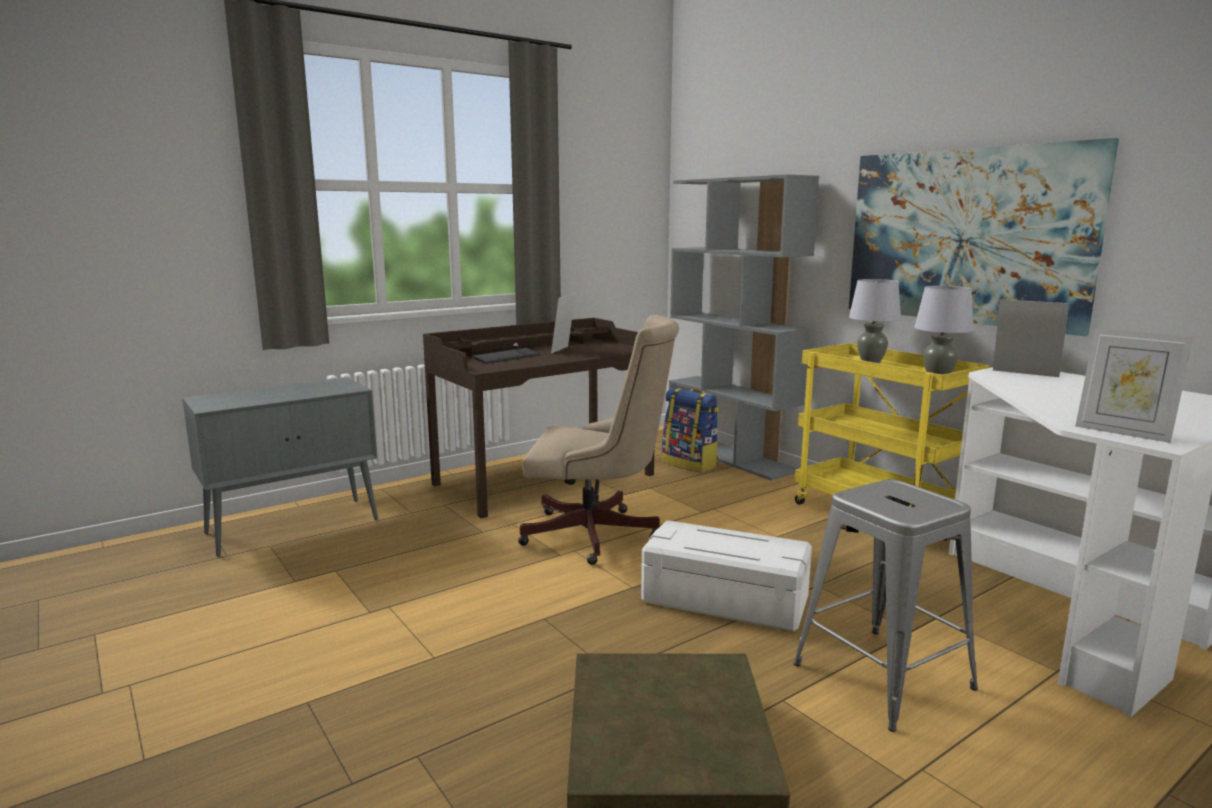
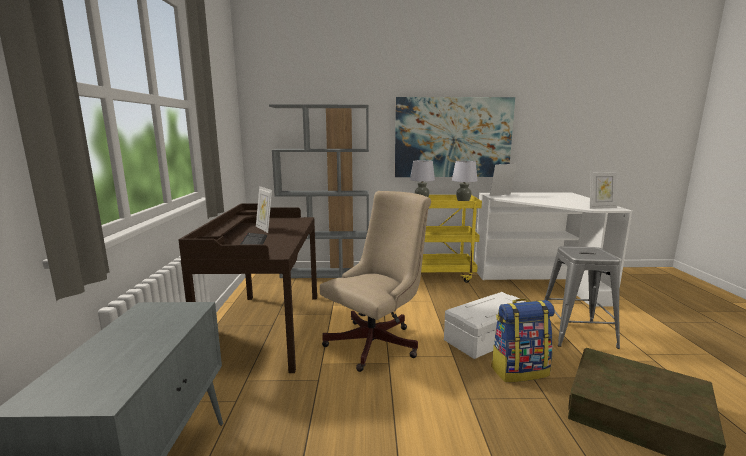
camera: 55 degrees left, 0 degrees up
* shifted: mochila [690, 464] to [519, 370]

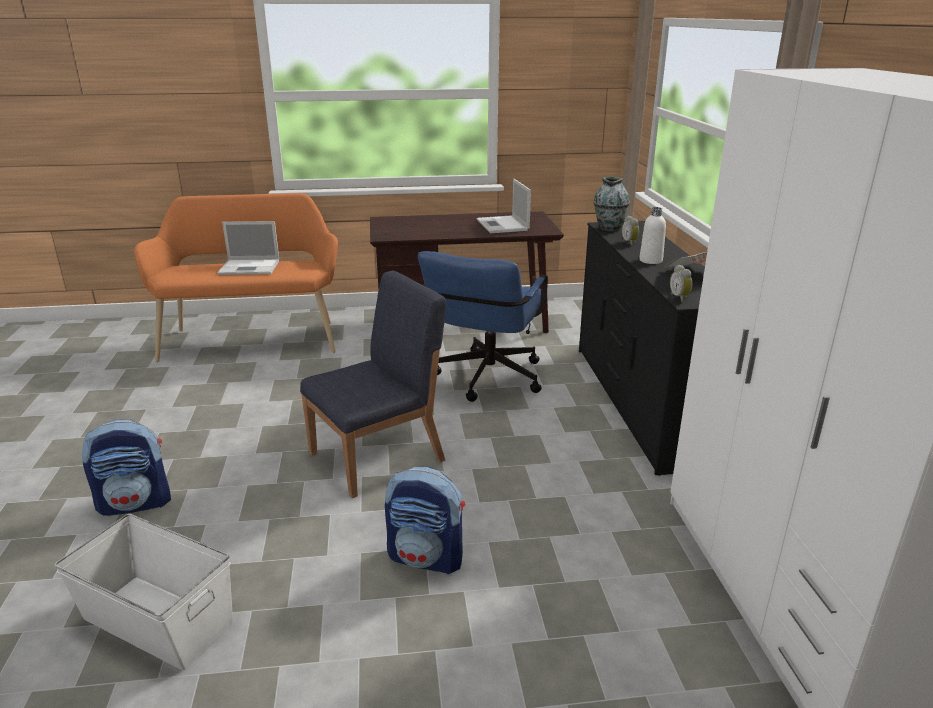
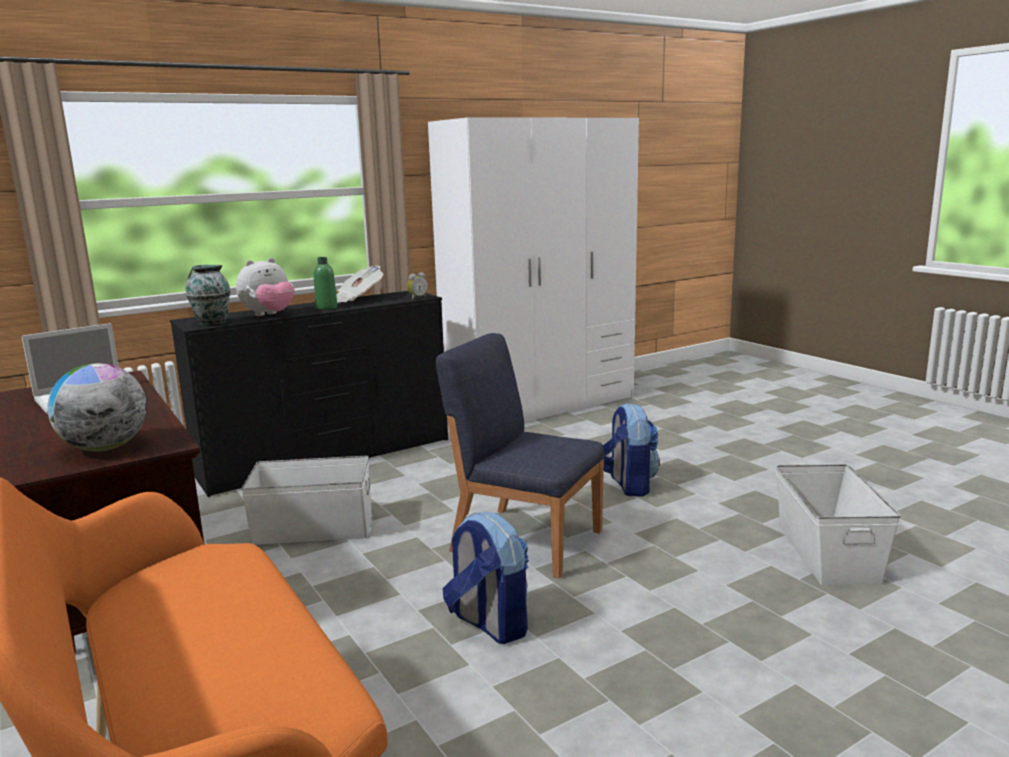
camera: 115 degrees left, 10 degrees down
* shifted: mochila [136, 503] to [489, 624]
* gone: portátil [250, 267]
* swapped: silla de oficina [azul] [485, 381] to caja de almacenaje [blanco] [314, 529]
* swapped: despertador [630, 243] to peluche [269, 315]
* repainted: botella [blanco] [650, 260] to botella [verde] [326, 308]
* new: globo terráqueo [105, 448]

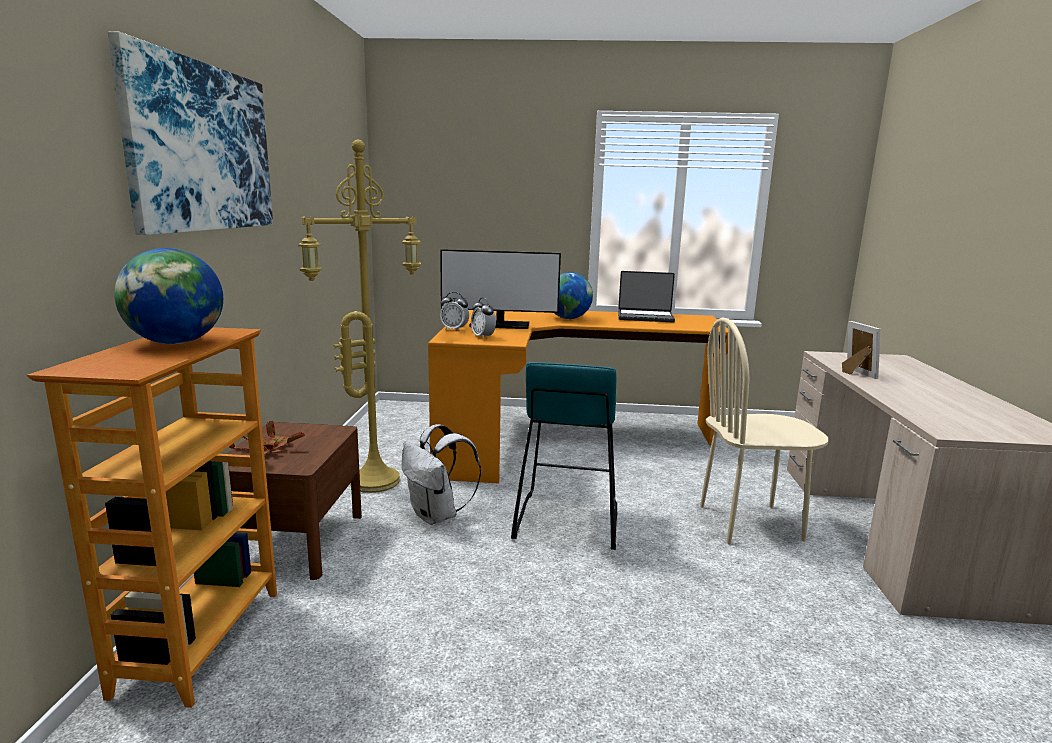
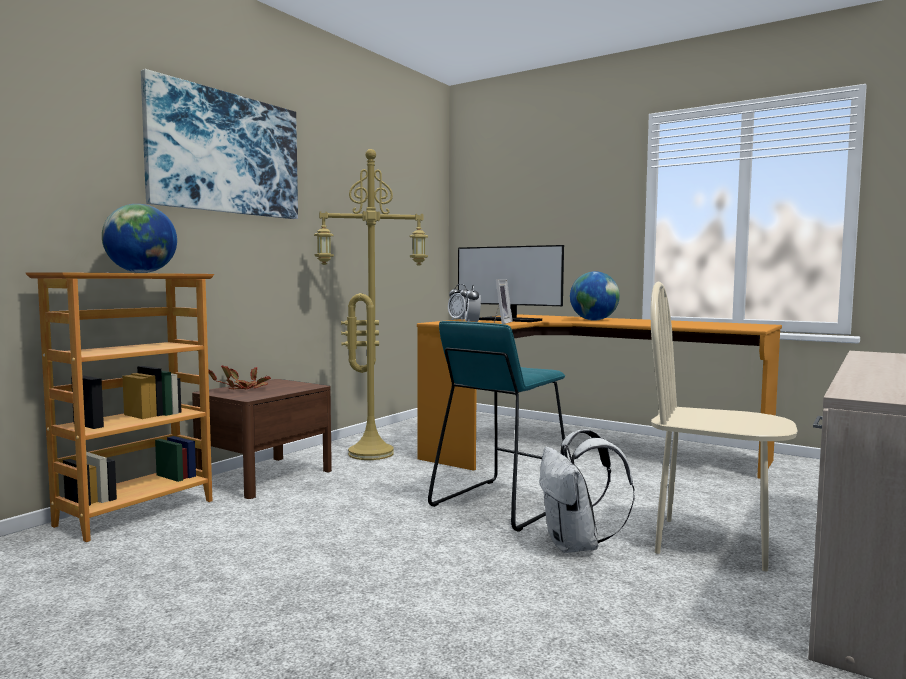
camera: 30 degrees right, 10 degrees down
* shifted: mochila [blanco] [437, 515] to [576, 545]
* gone: portátil [645, 317]
* shifted: portarretratos [855, 373] to [500, 323]

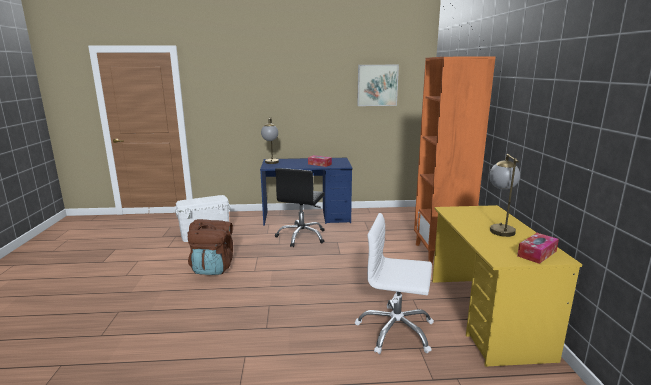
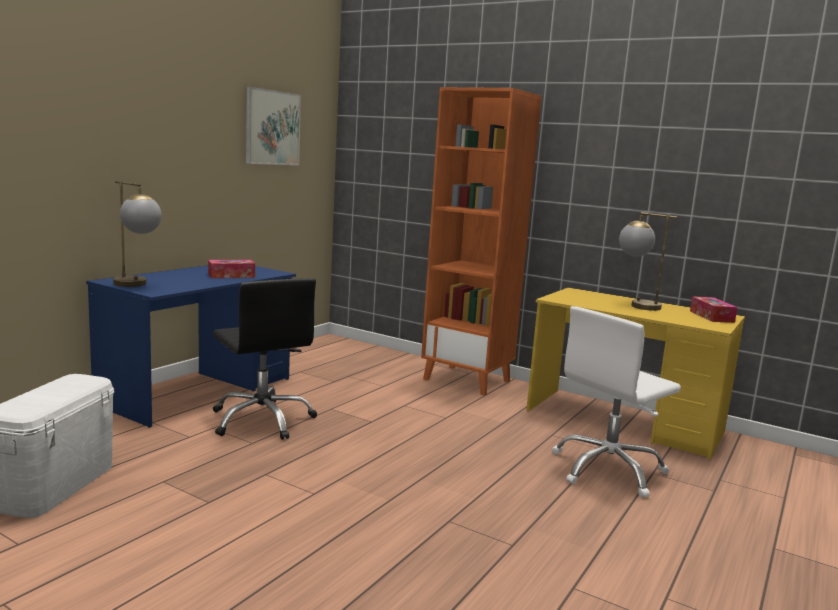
camera: 55 degrees left, 5 degrees down
* gone: mochila [marrón] [213, 268]

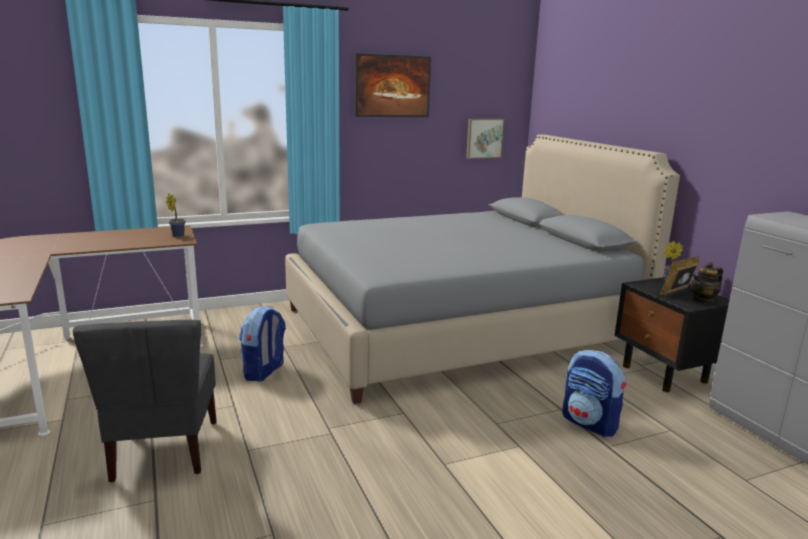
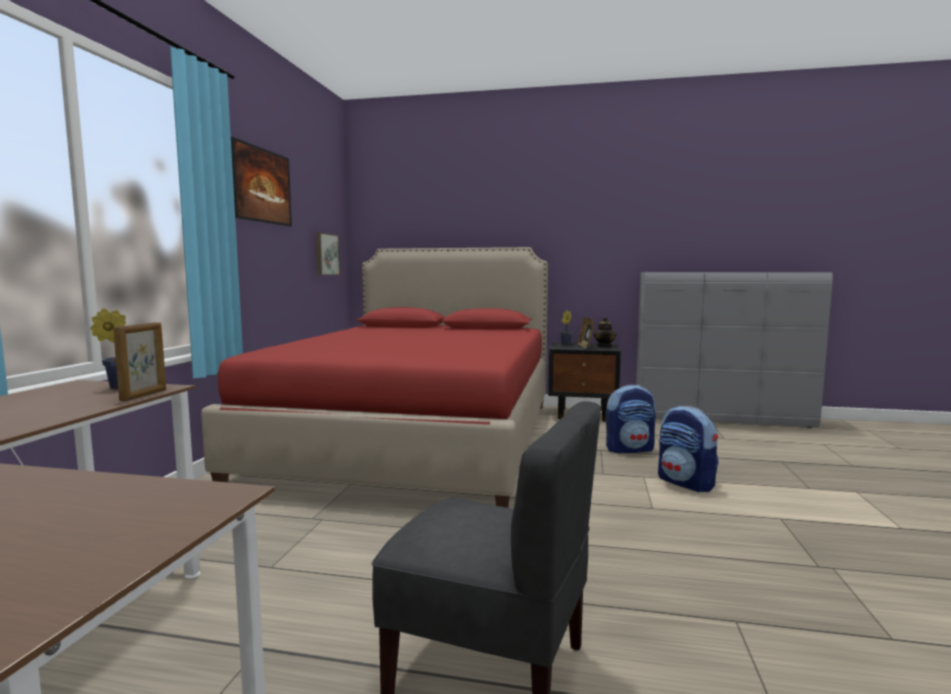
camera: 55 degrees left, 10 degrees down
* shifted: mochila [264, 372] to [686, 483]
* repainted: cama [gris] [458, 327] to cama [rojo] [417, 439]
* new: portarretratos [144, 395]

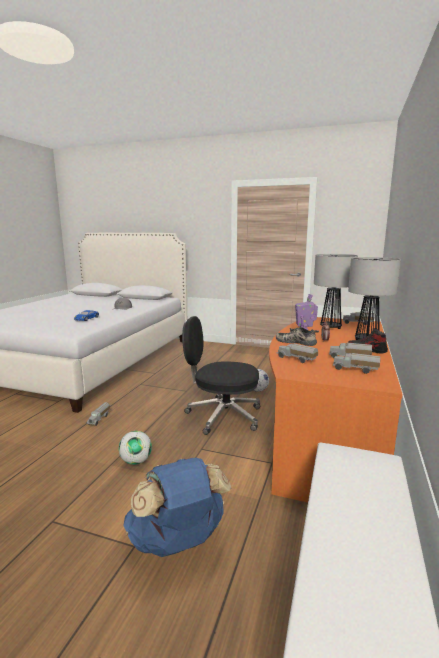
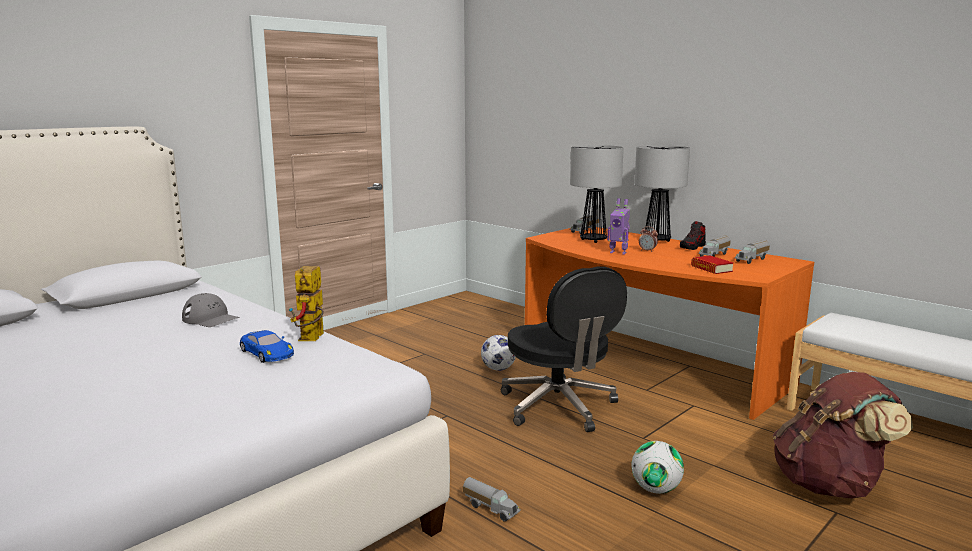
camera: 65 degrees left, 0 degrees up
* repainted: mochila [azul] [177, 542] to mochila [marrón] [829, 485]
* rotated: silla de oficina [negro] [222, 416] = [559, 407] 60 degrees counterclockwise
* gone: zapato [296, 342]
* swapped: camión de juguete [296, 359] to libro [711, 269]
* new: robot de juguete [312, 339]

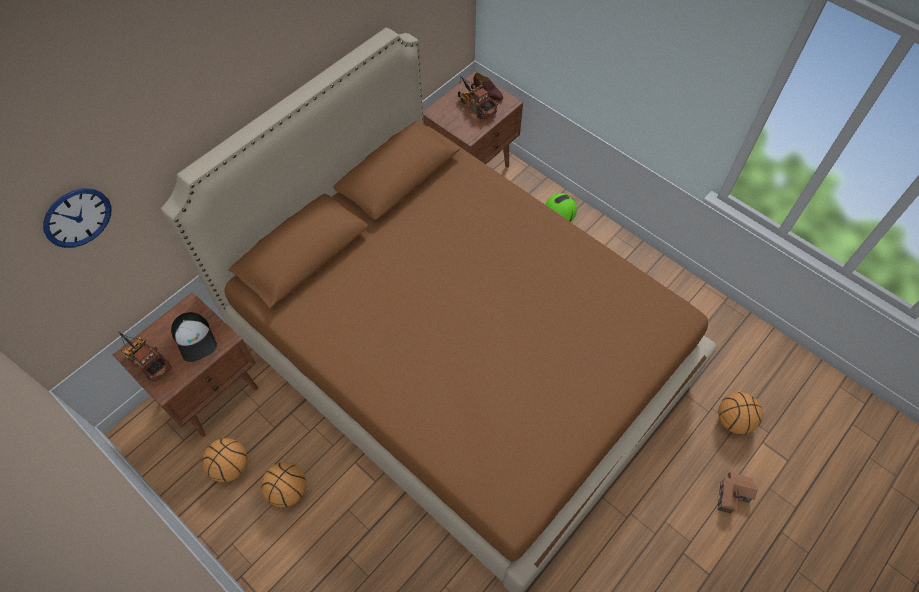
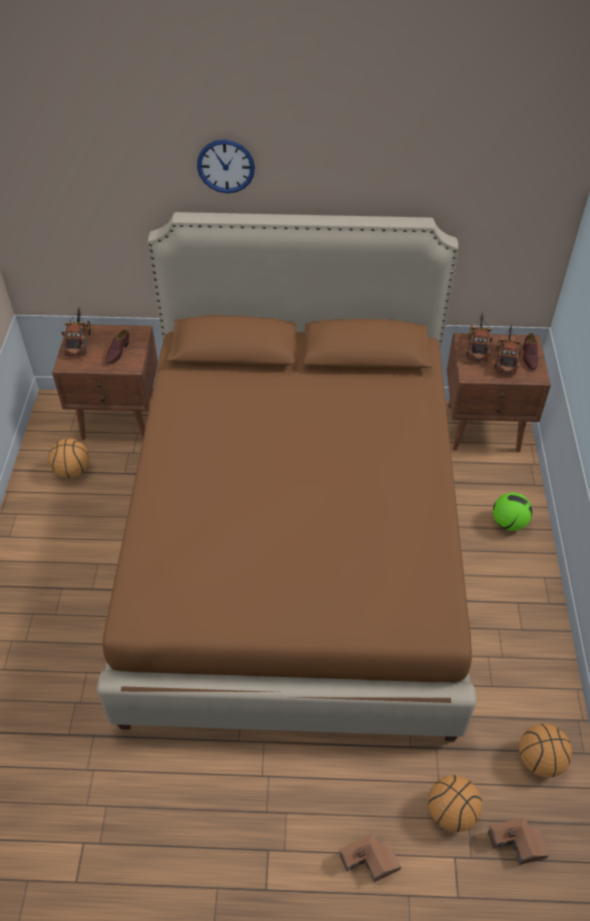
camera: 50 degrees right, 10 degrees down
* shifted: reloj de pared [77, 217] to [226, 166]
* swapped: gorra [195, 338] to zapato [marrón] [117, 352]
* shifted: balón de baloncesto [289, 490] to [540, 760]
* new: camión de juguete [478, 346]
* new: casita [516, 844]

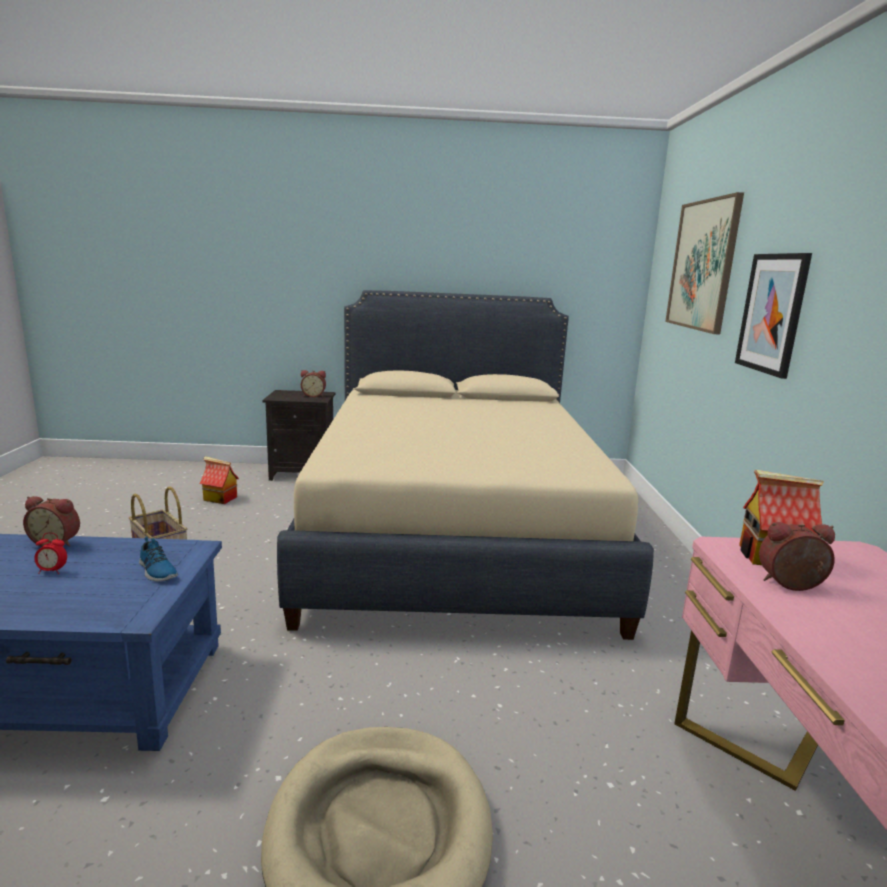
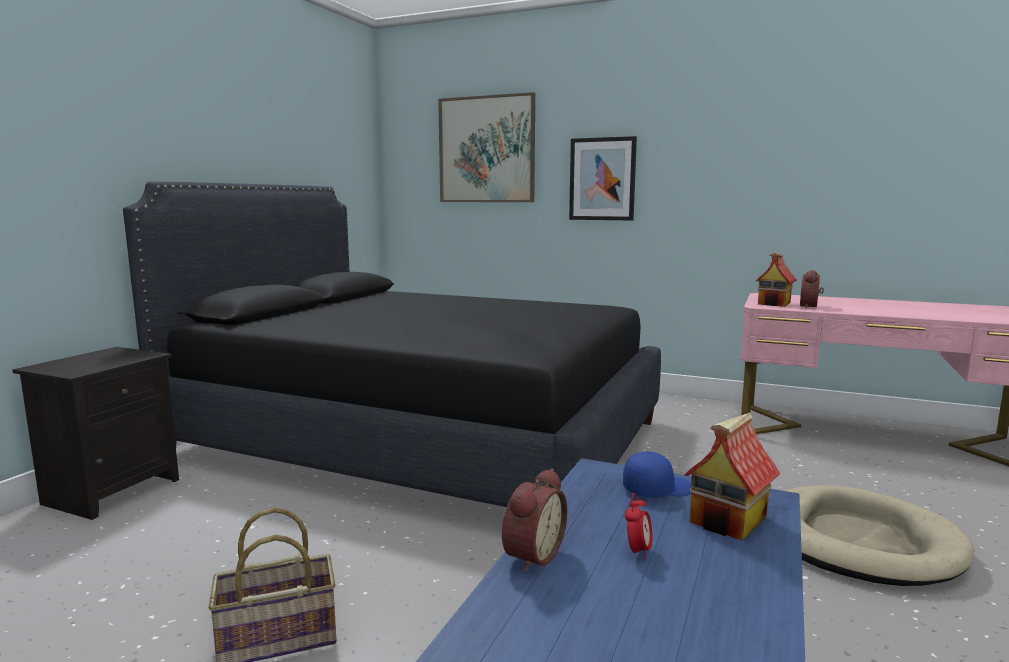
camera: 65 degrees left, 5 degrees down
* swapped: zapato [157, 571] to gorra [azul] [656, 489]
* shifted: casita [219, 498] to [729, 520]
* repainted: cama [beis] [454, 531] to cama [negro] [423, 439]
* gone: despertador [313, 395]

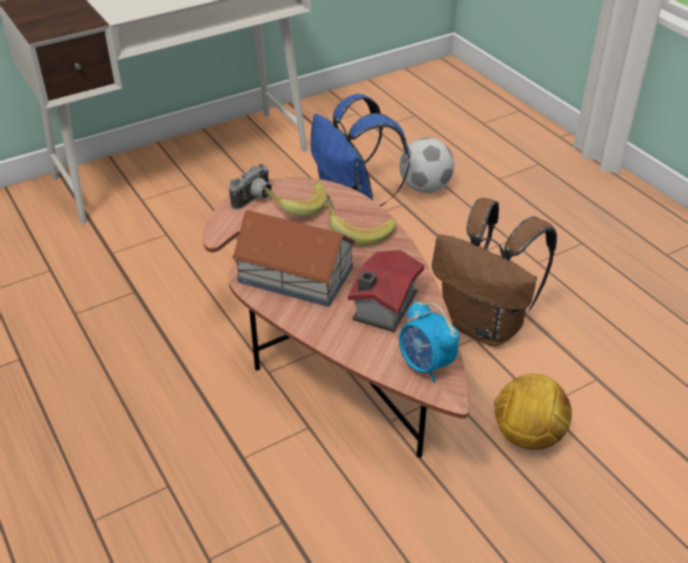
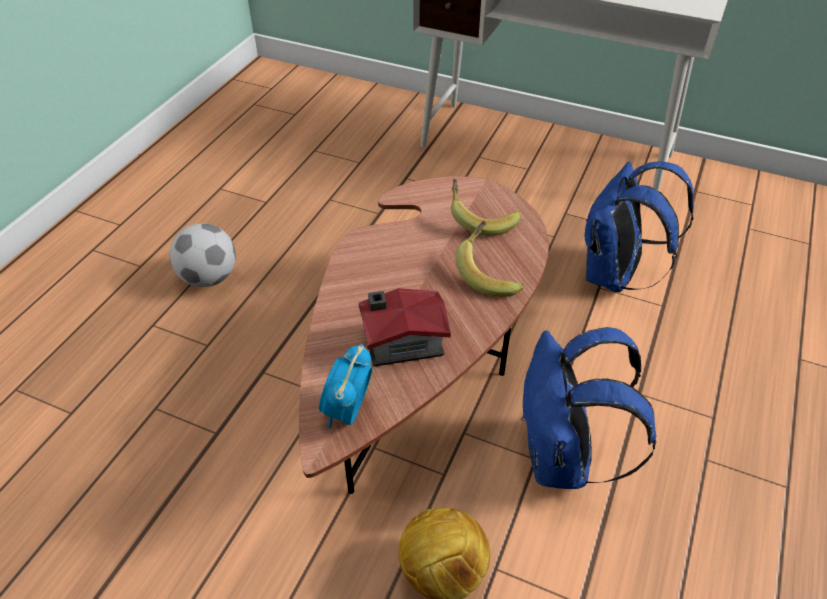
camera: 55 degrees right, 5 degrees up
* gone: cámara [255, 199]
* gone: casita [295, 274]
* shifted: balón de fútbol [425, 187] to [209, 278]
* repainted: mochila [marrón] [485, 325] to mochila [azul] [562, 459]

